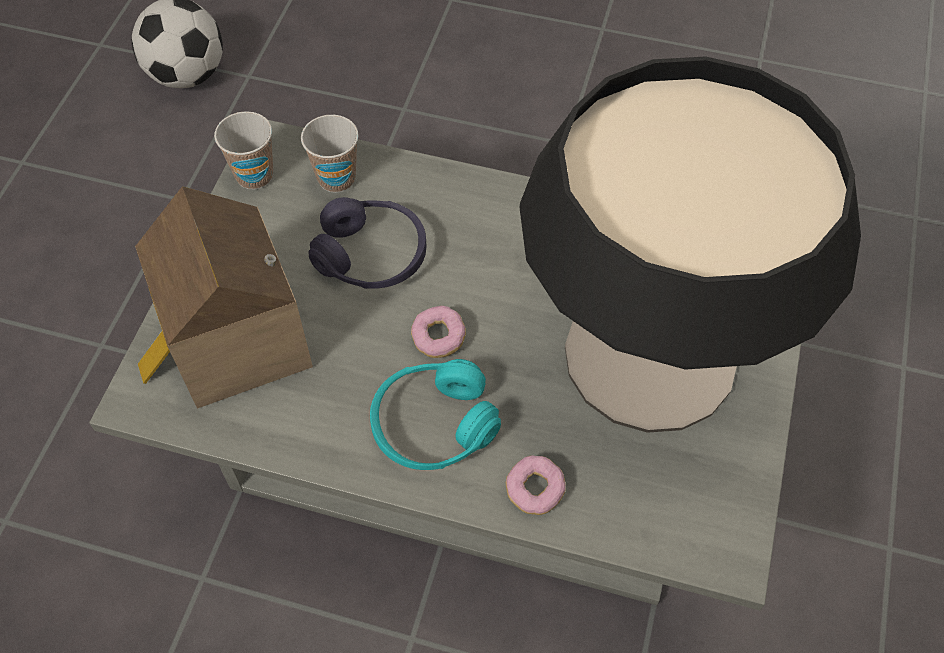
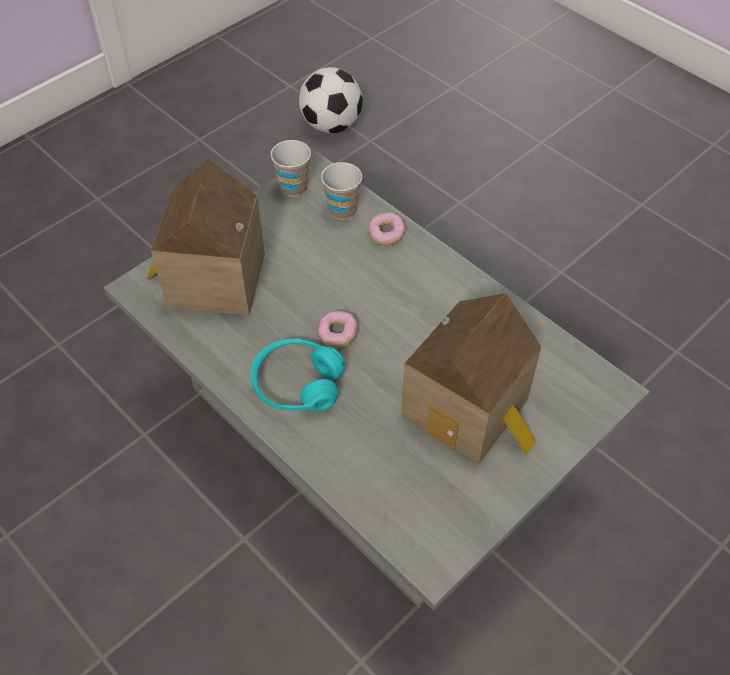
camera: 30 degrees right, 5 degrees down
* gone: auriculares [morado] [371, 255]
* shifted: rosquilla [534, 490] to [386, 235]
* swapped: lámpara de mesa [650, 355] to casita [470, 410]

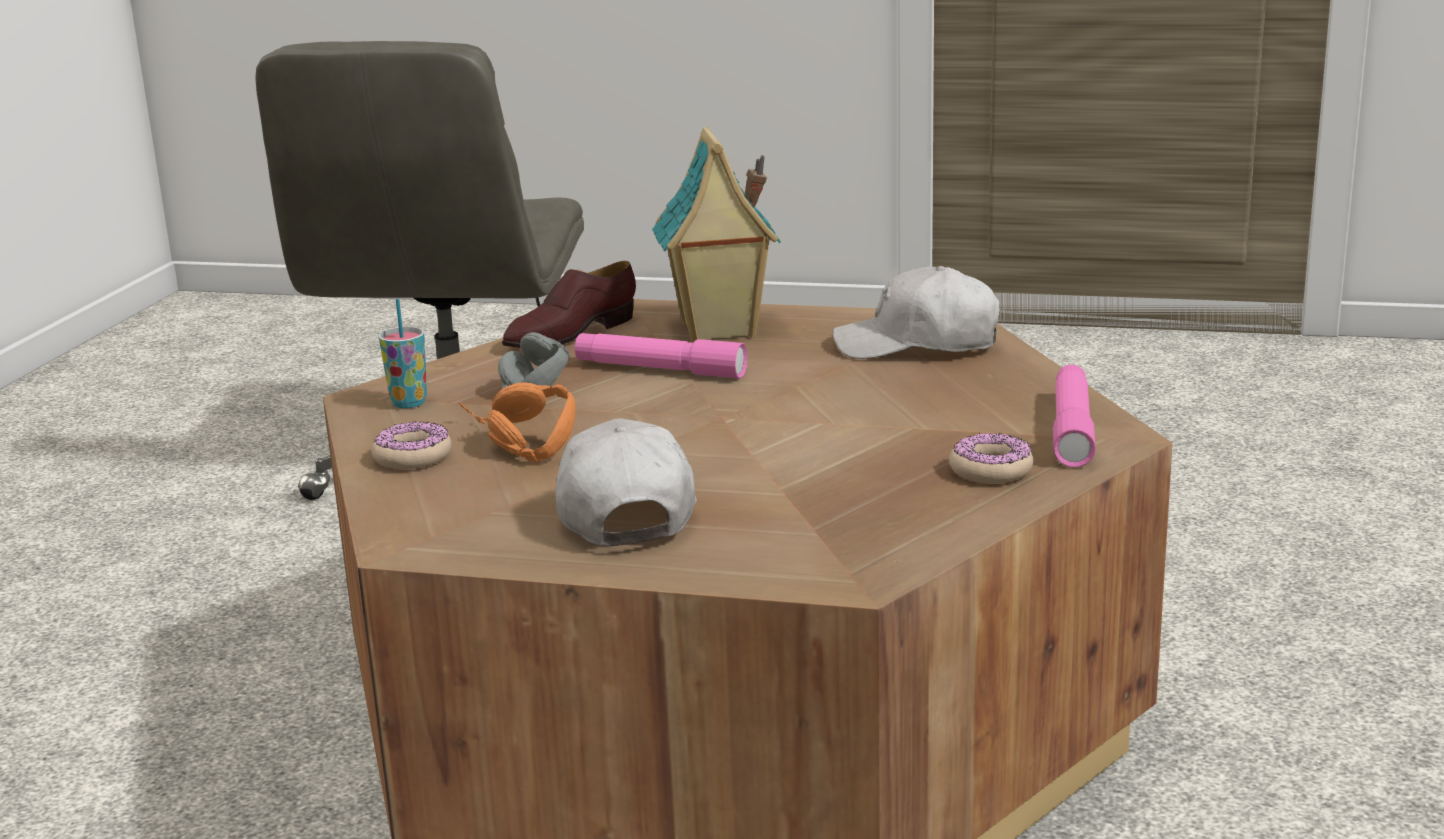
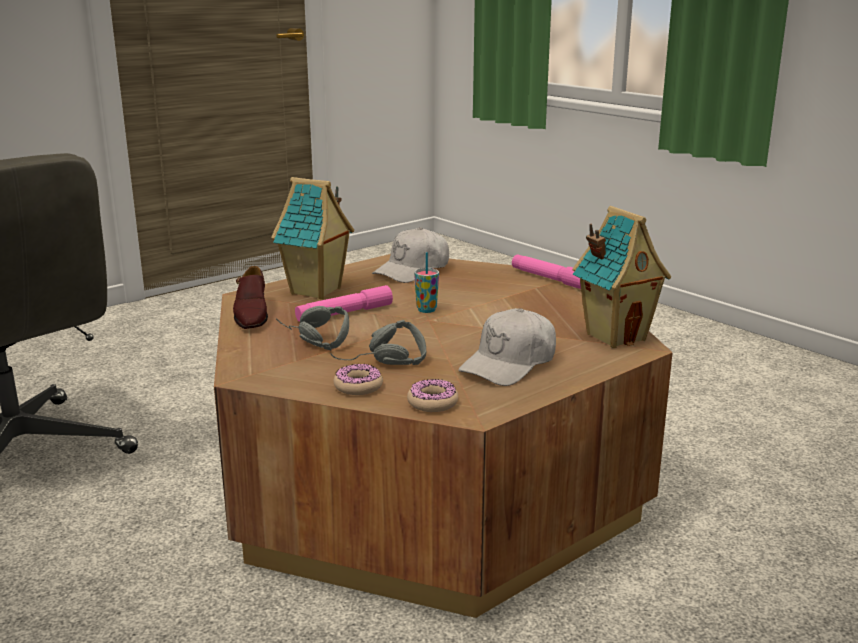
camera: 55 degrees left, 0 degrees up
* shifted: taza [409, 403] to [426, 310]
* repainted: auriculares [naranja] [505, 444] to auriculares [gris] [381, 364]
* rotated: gorra [blanco] [623, 512] = [510, 364] 75 degrees counterclockwise
* shifted: rosquilla [990, 470] to [432, 403]
* new: casita [615, 336]

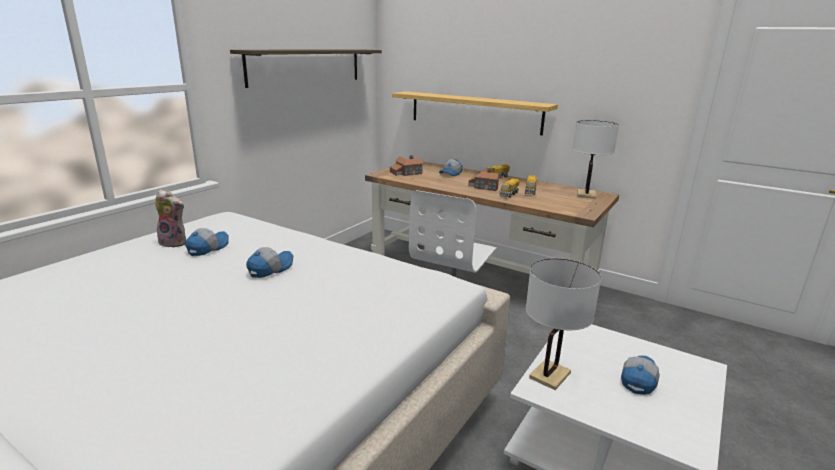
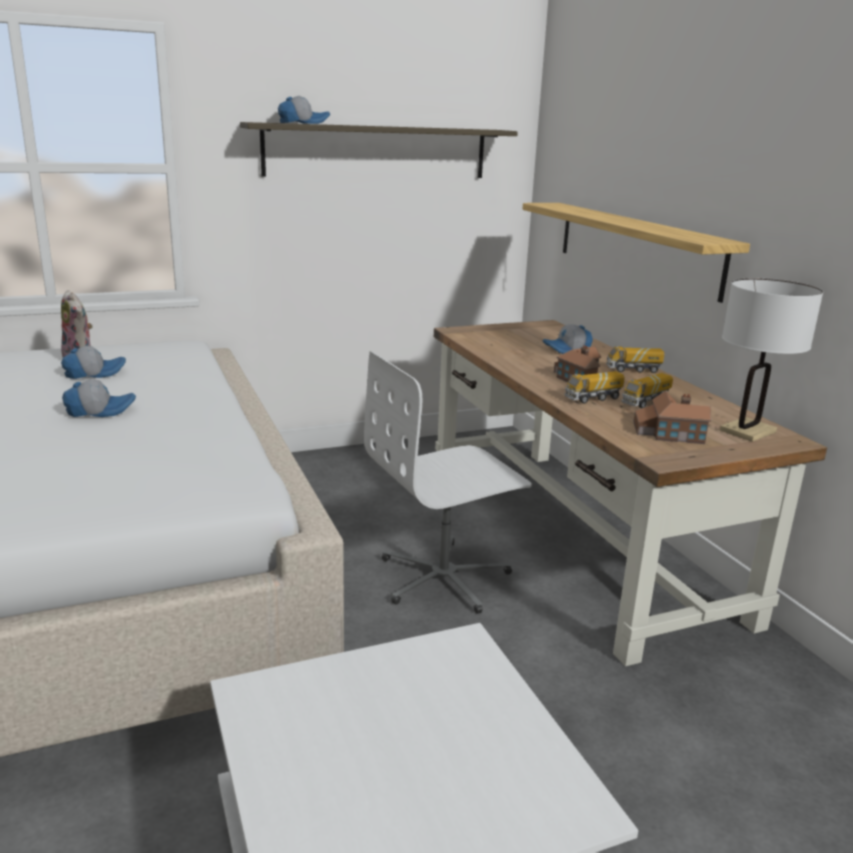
camera: 35 degrees right, 0 degrees up
* shifted: casita [406, 173] to [667, 433]
* gone: lámpara de mesa [blanco] [549, 375]
* shifted: gorra [638, 379] to [303, 123]

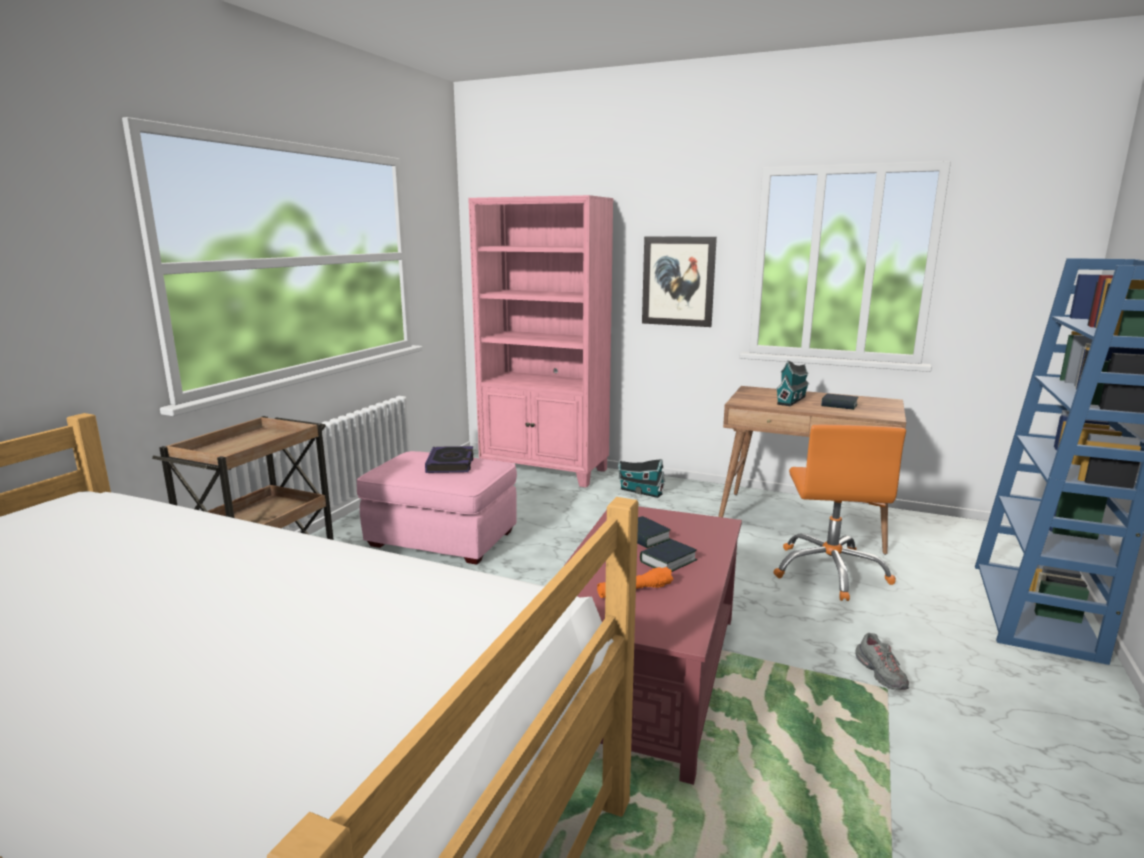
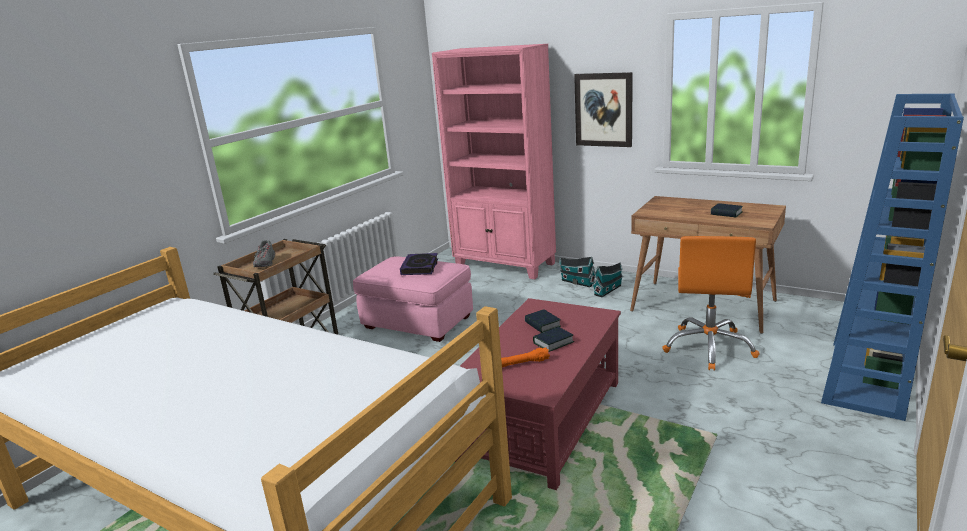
camera: 10 degrees right, 5 degrees up
* shifted: casita [792, 400] to [608, 290]
* shifted: zapato [gris] [881, 674] to [265, 263]

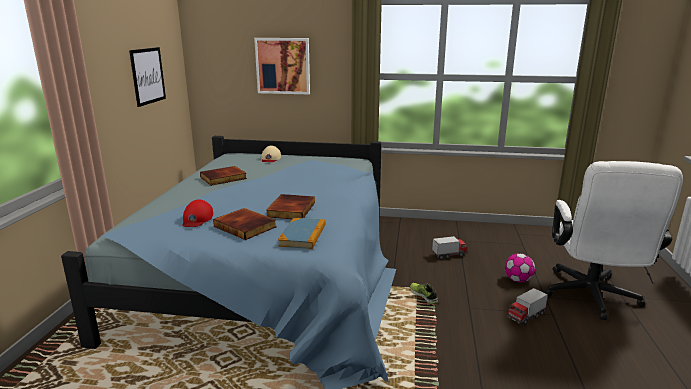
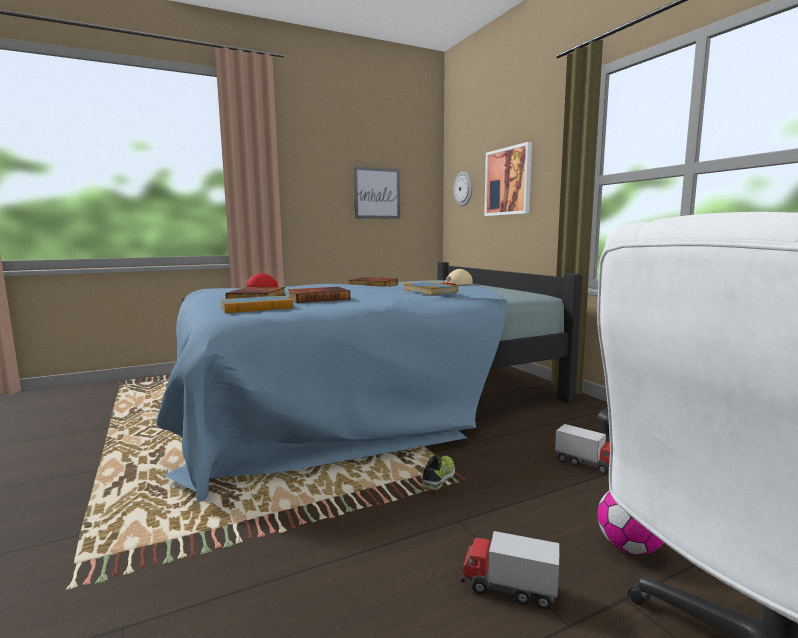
camera: 55 degrees right, 10 degrees down
* new: libro [430, 291]
* new: reloj de pared [463, 189]

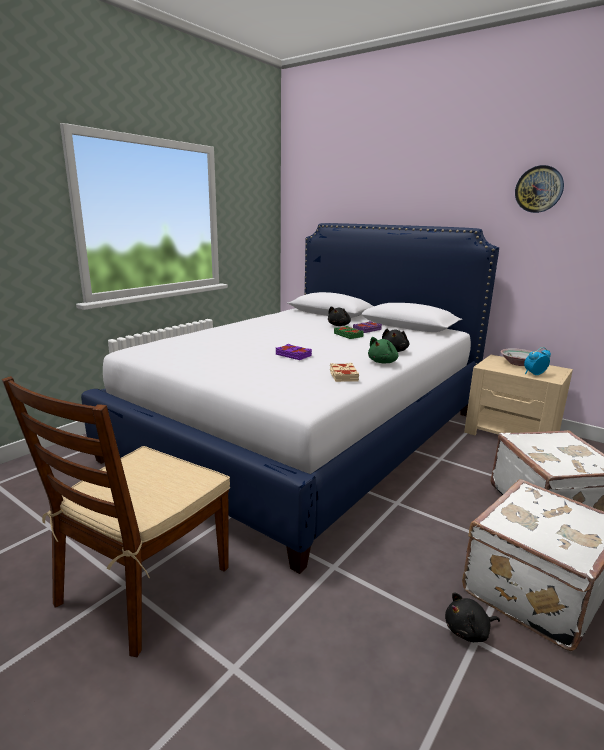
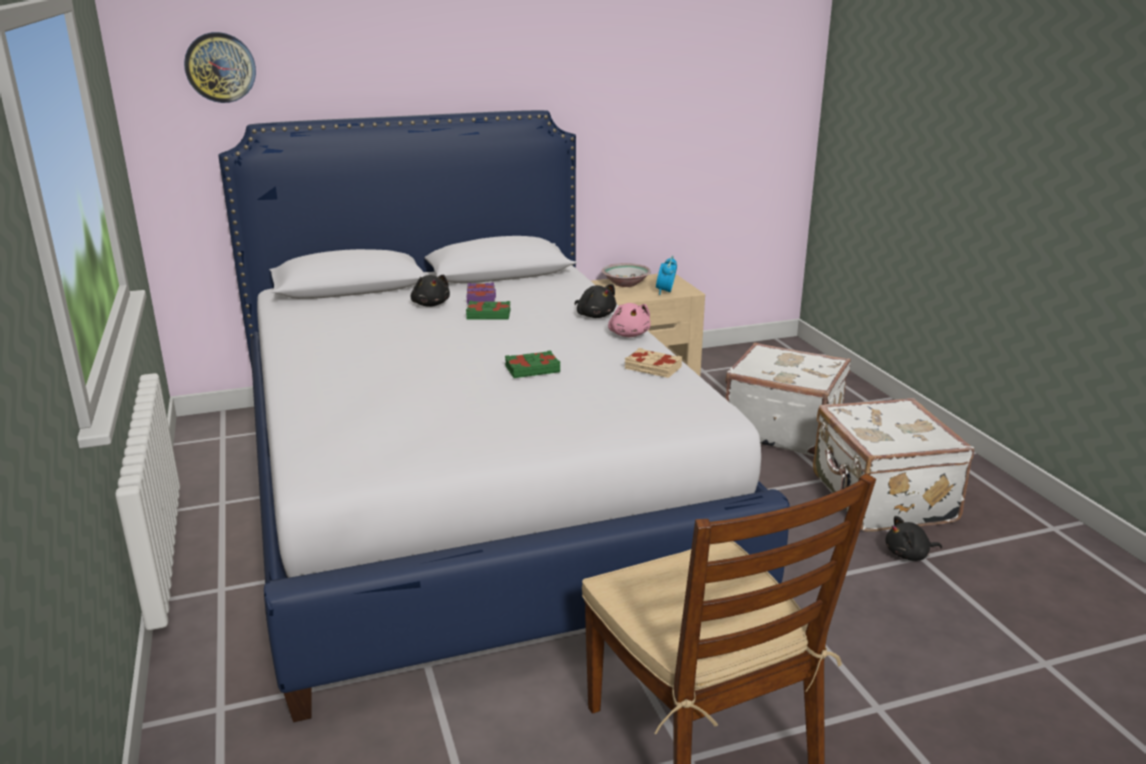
camera: 55 degrees left, 5 degrees up
* repainted: libro [morado] [293, 355] to libro [verde] [532, 369]
* repainted: peluche [verde] [383, 362] to peluche [rosa] [629, 334]
* rotated: peluche [negro] [468, 631] = [909, 555] 60 degrees clockwise
* shifted: reloj de pared [539, 189] to [220, 67]

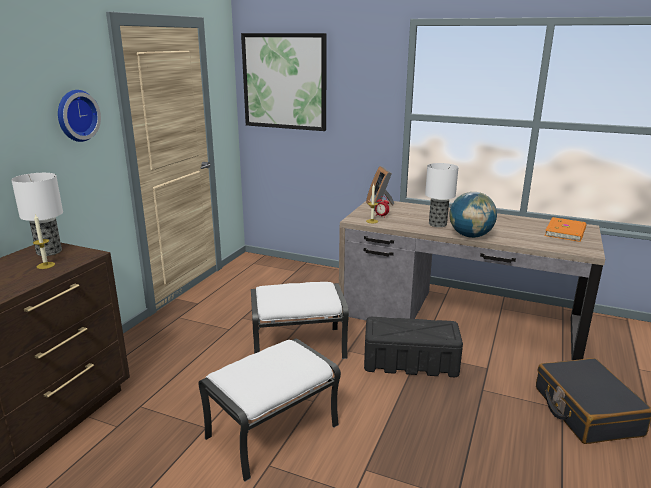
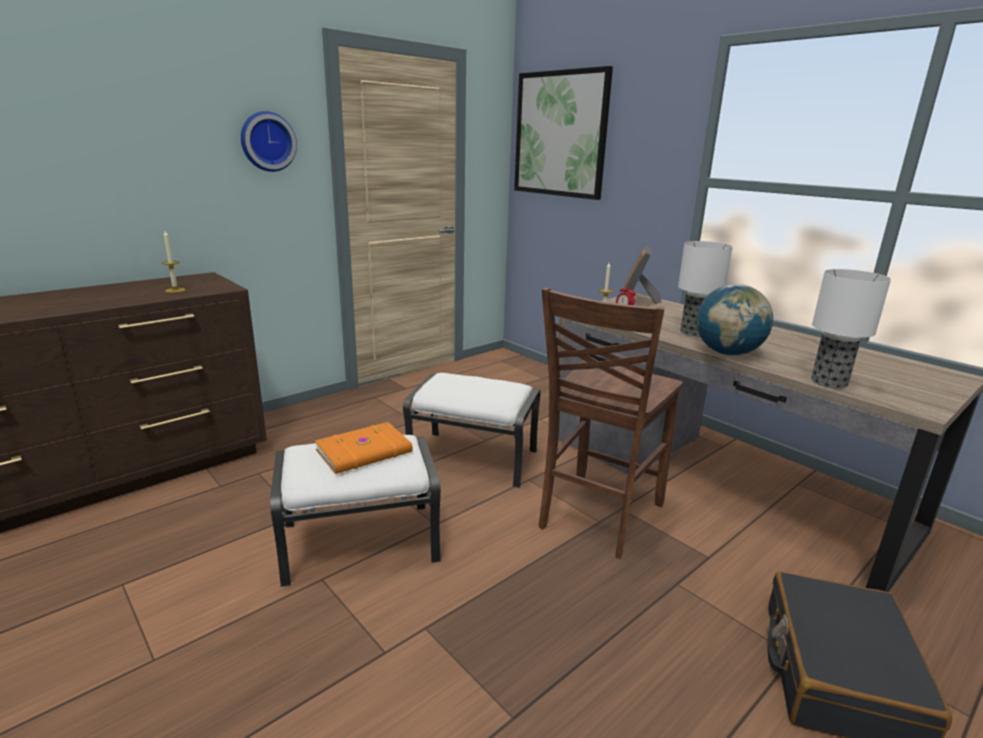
camera: 25 degrees right, 0 degrees up
* shifted: lámpara de mesa [48, 251] to [828, 382]
* swapped: caja de almacenaje [negro] [409, 362] to silla [marrón] [597, 516]
* shifted: libro [naranja] [566, 232] to [365, 452]

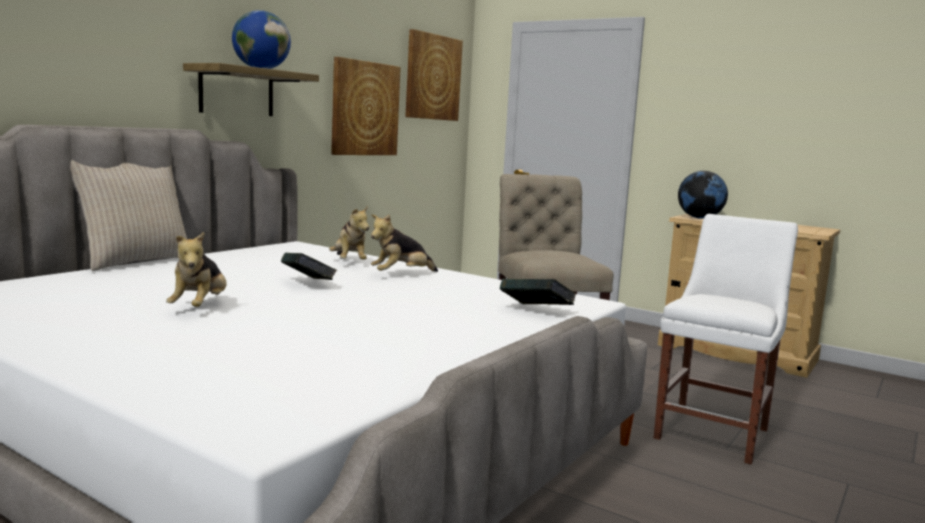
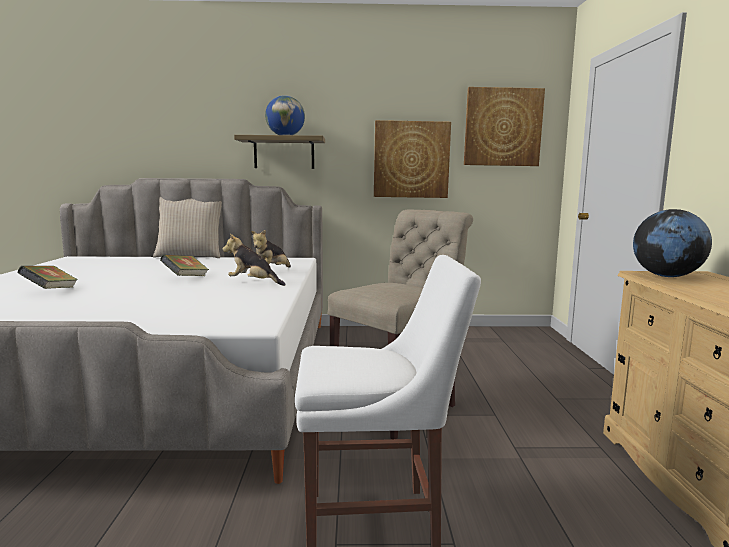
camera: 55 degrees right, 0 degrees up
* gone: peluche [200, 307]
* shifted: libro [536, 312] to [50, 291]

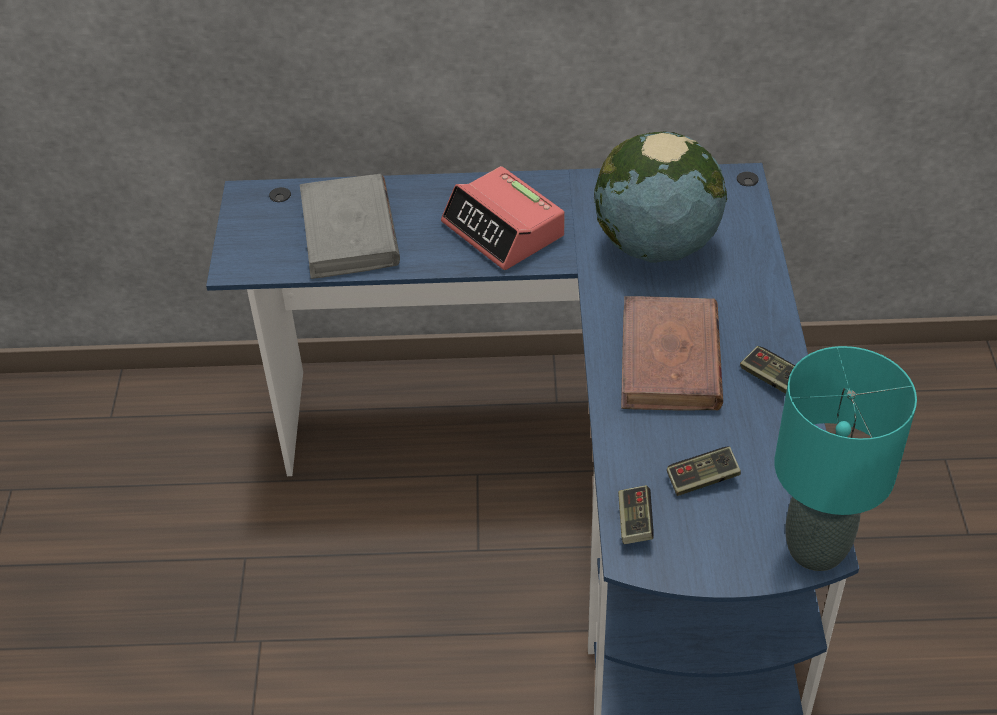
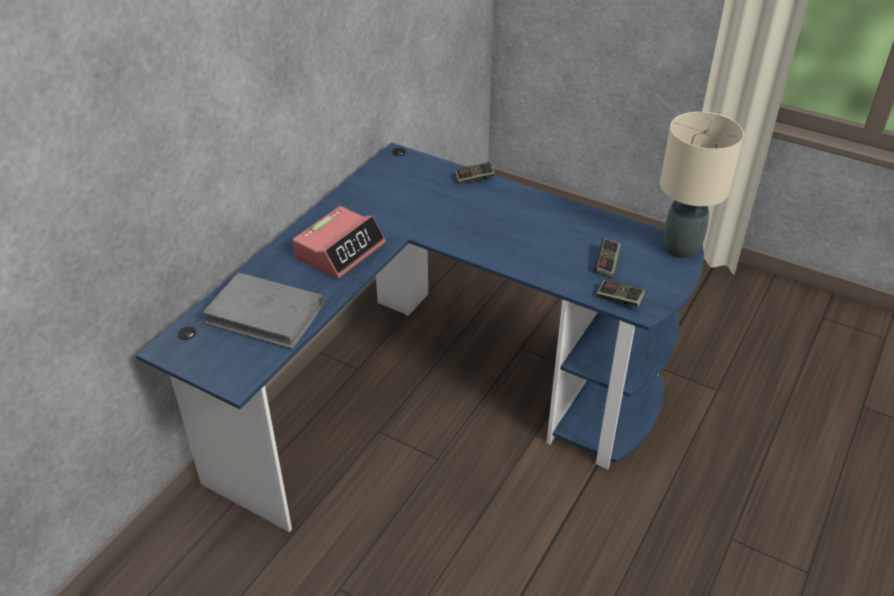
camera: 60 degrees left, 5 degrees down
* rotated: despertador [503, 230] = [340, 250] 45 degrees counterclockwise
* gone: globo terráqueo [655, 246]
* gone: libro [marrón] [670, 360]
* shifted: mando de consola [771, 378] to [475, 179]
* repainted: lámpara de mesa [turquesa] [817, 549] to lámpara de mesa [beis] [682, 248]

